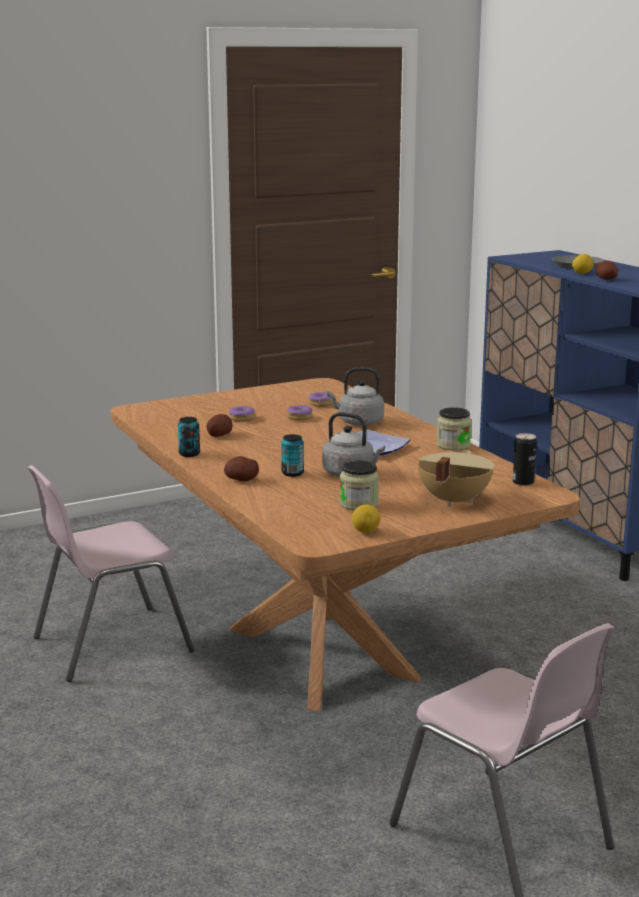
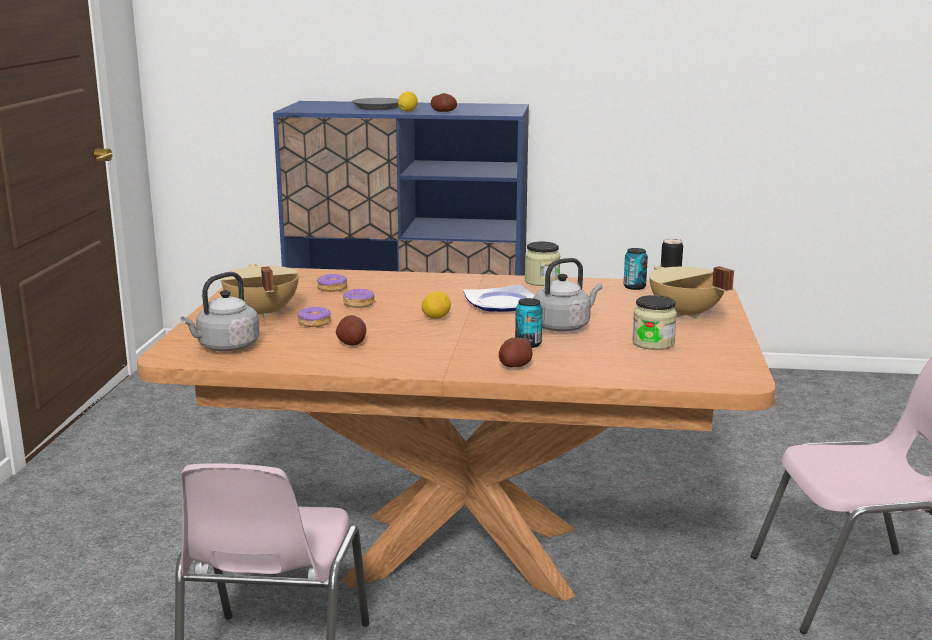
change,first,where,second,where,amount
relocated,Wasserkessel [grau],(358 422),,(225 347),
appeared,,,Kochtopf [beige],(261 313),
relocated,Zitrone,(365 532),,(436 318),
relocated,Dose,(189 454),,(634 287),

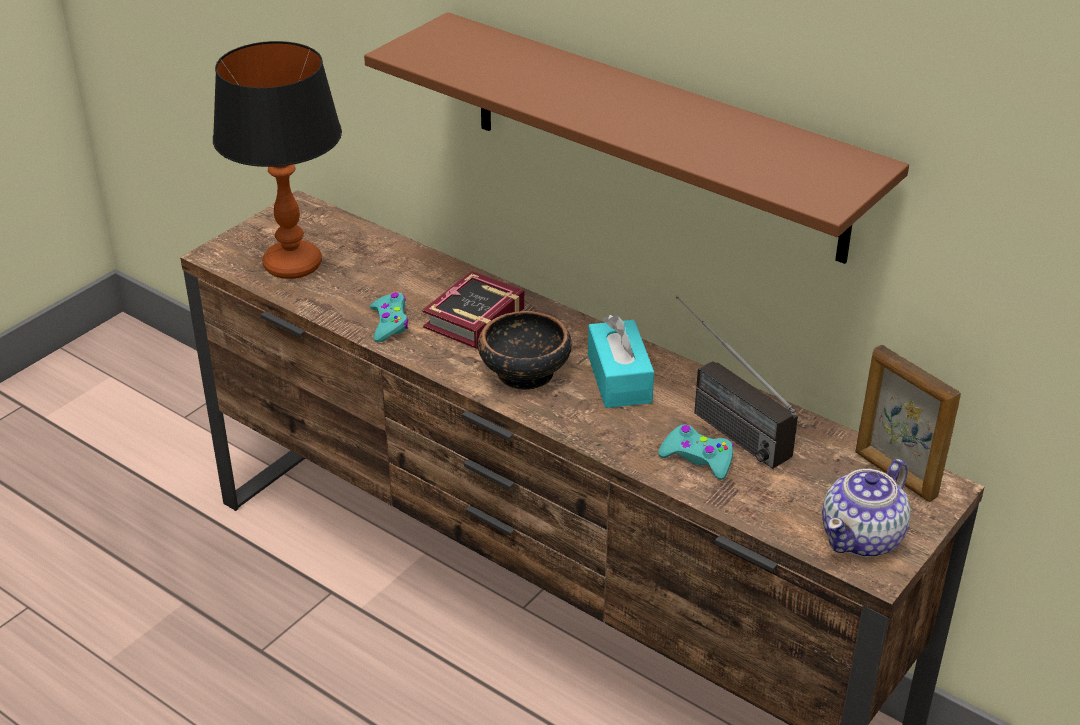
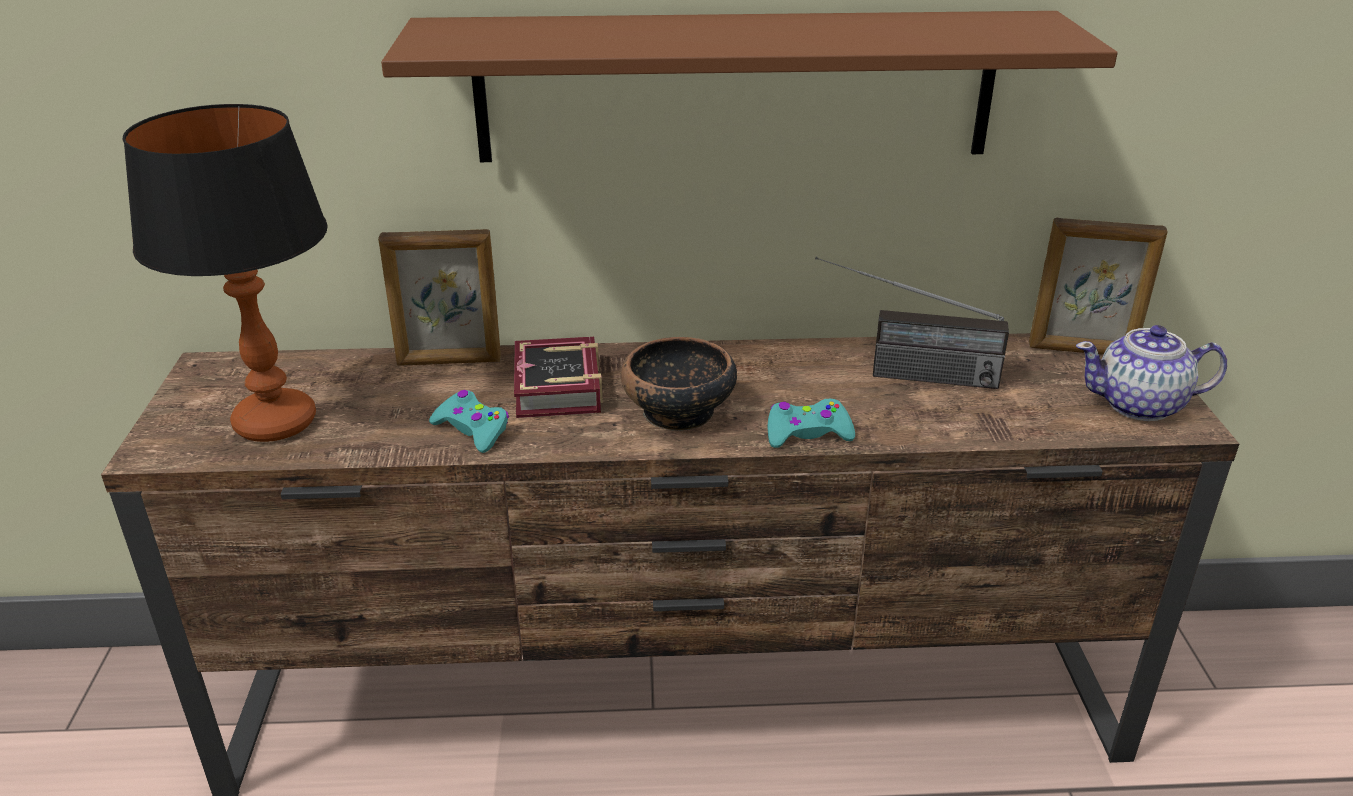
change,first,where,second,where,amount
appeared,,,Bilderrahmen,(449 361),
relocated,Gamepad [türkis],(697 458),,(807 433),
spun,Teekanne,(863 537),,(1140 405),90 degrees clockwise
missing,Taschentuchbox [türkis],(619 378),,,

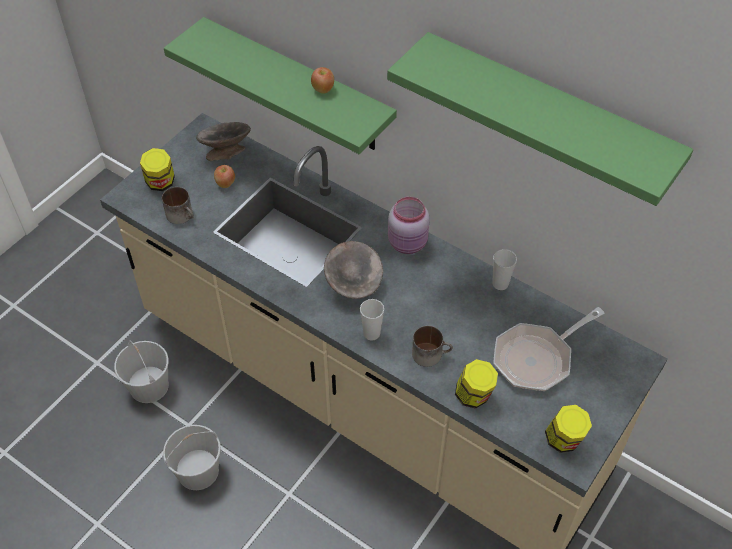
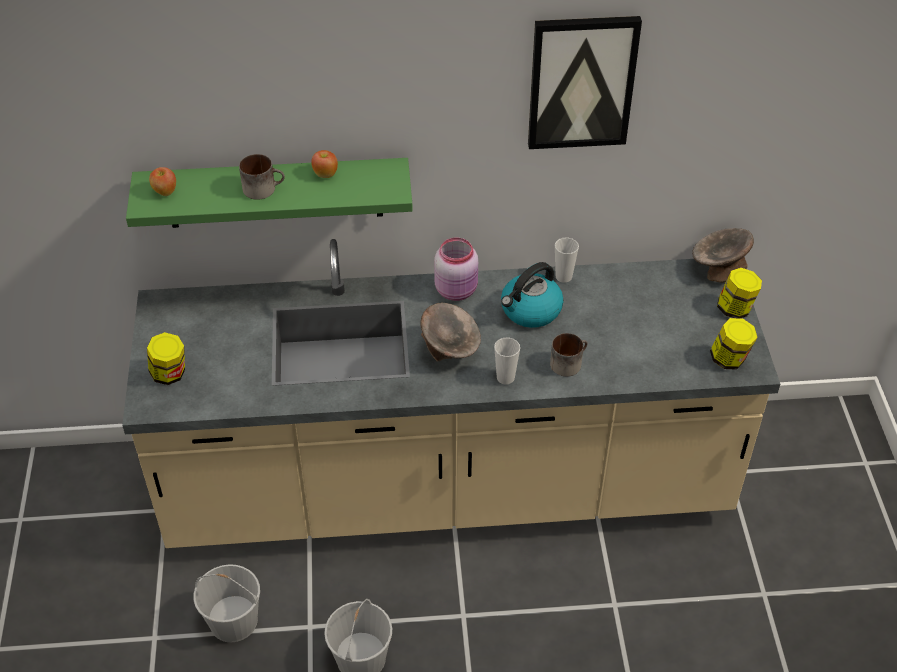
change,first,where,second,where,amount
relocated,Apfel,(225 183),,(165 192),
relocated,Henkelbecher,(182 215),,(263 188),
appeared,,,Wasserkessel,(530 311),
exchanged,Wandregal [grün],(547 117),Bild,(581 82),
relocated,Schüssel [grau],(226 152),,(718 269),
relocated,Vorratsglas,(474 396),,(735 309),
missing,Pfanne,(537 358),,,

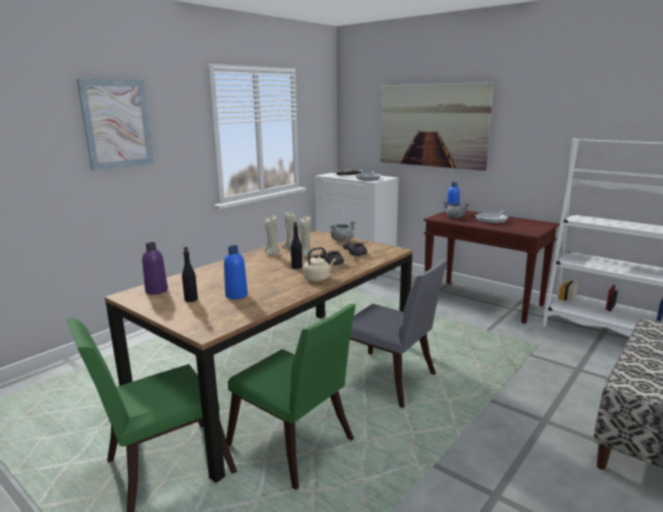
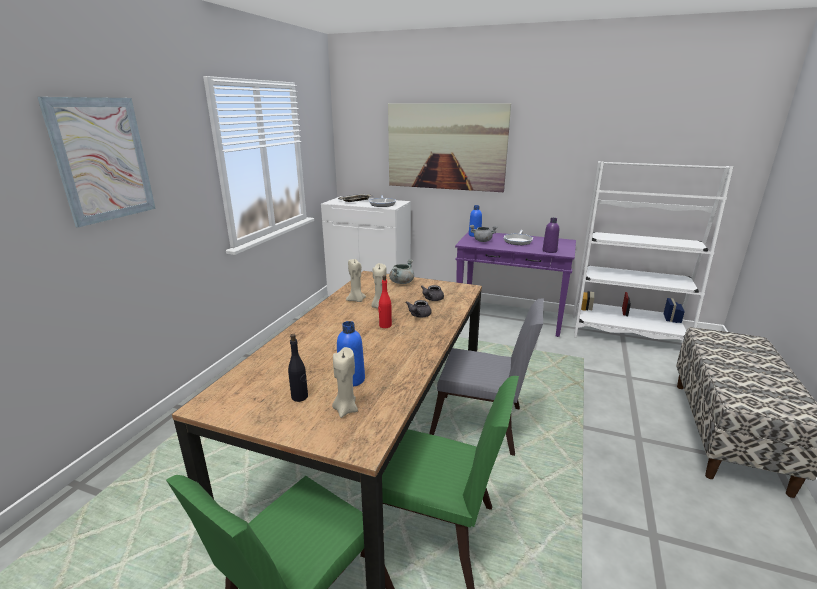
change,first,where,second,where,amount
relocated,Kerze [beige],(272 254),,(346 409),
colour,Flasche [schwarz],(296 267),Flasche [rot],(385 325),
colour,Konsolentisch [braun],(483 301),Konsolentisch [lila],(510 318),
relocated,Flasche [lila],(156 291),,(549 251),
missing,Wasserkessel [beige],(318 278),,,

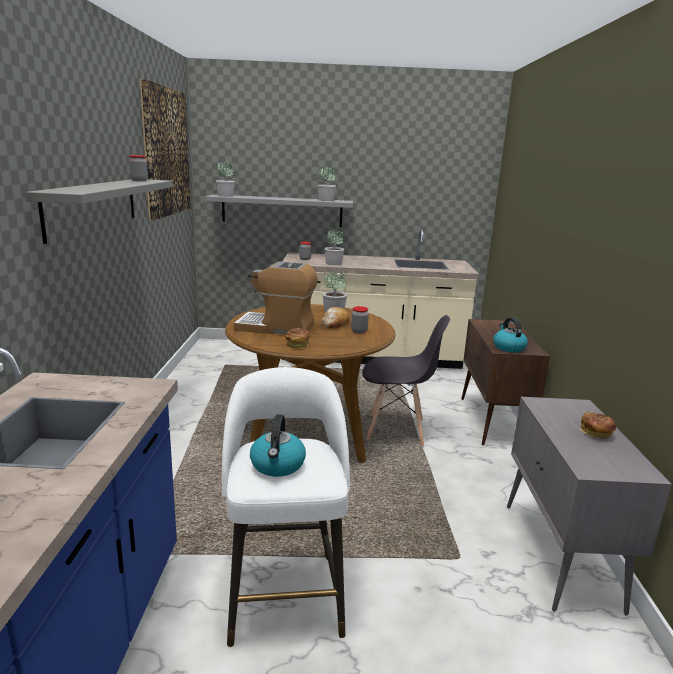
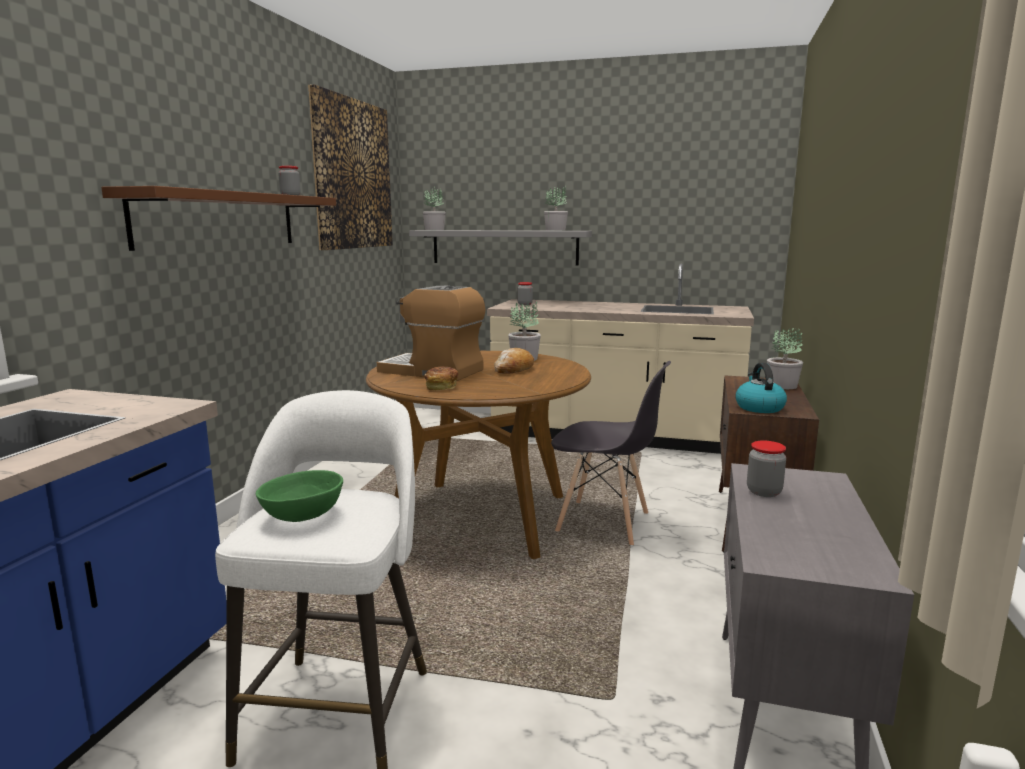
change,first,where,second,where,amount
colour,Wandregal [grau],(93 206),Wandregal [braun],(220 220),
exchanged,Wasserkessel,(278 465),Schüssel [grün],(304 515),
relocated,Vorratsglas,(359 331),,(764 492),
relocated,Topfpflanze,(334 263),,(783 386),
missing,Brot,(596 433),,,

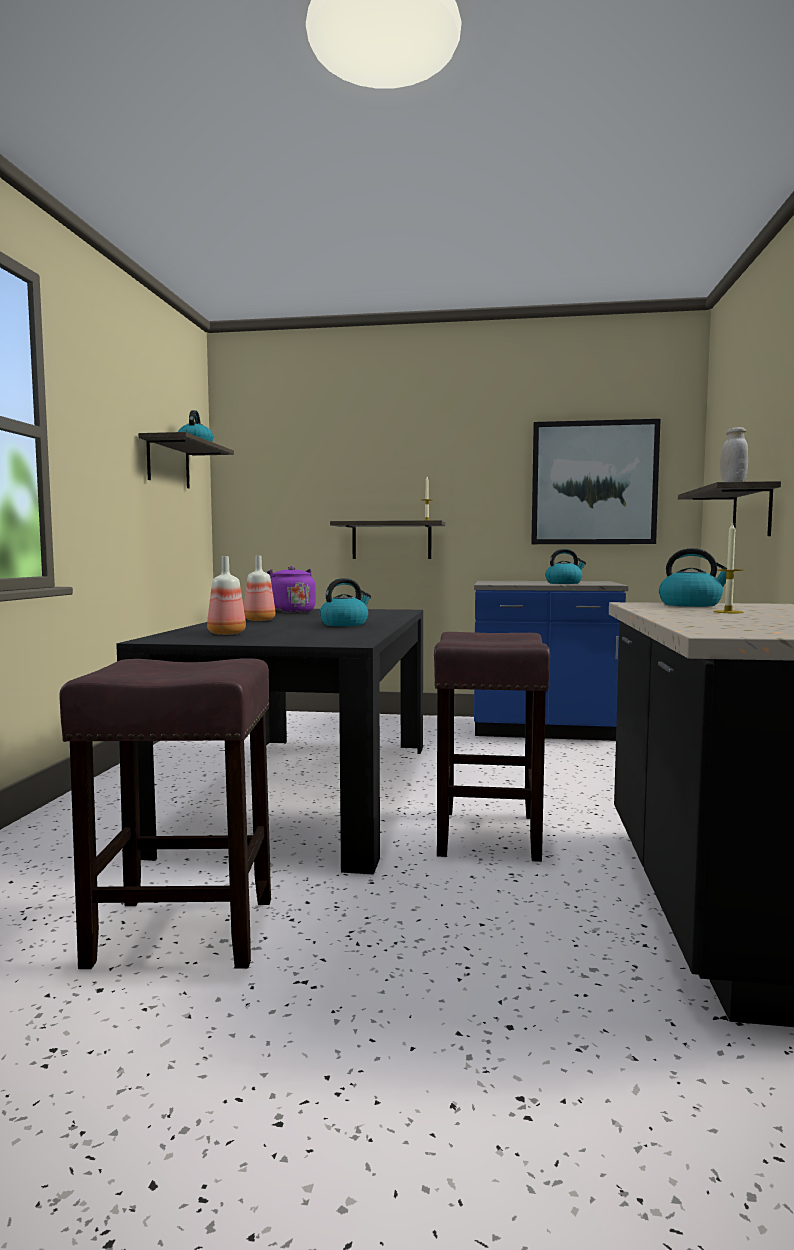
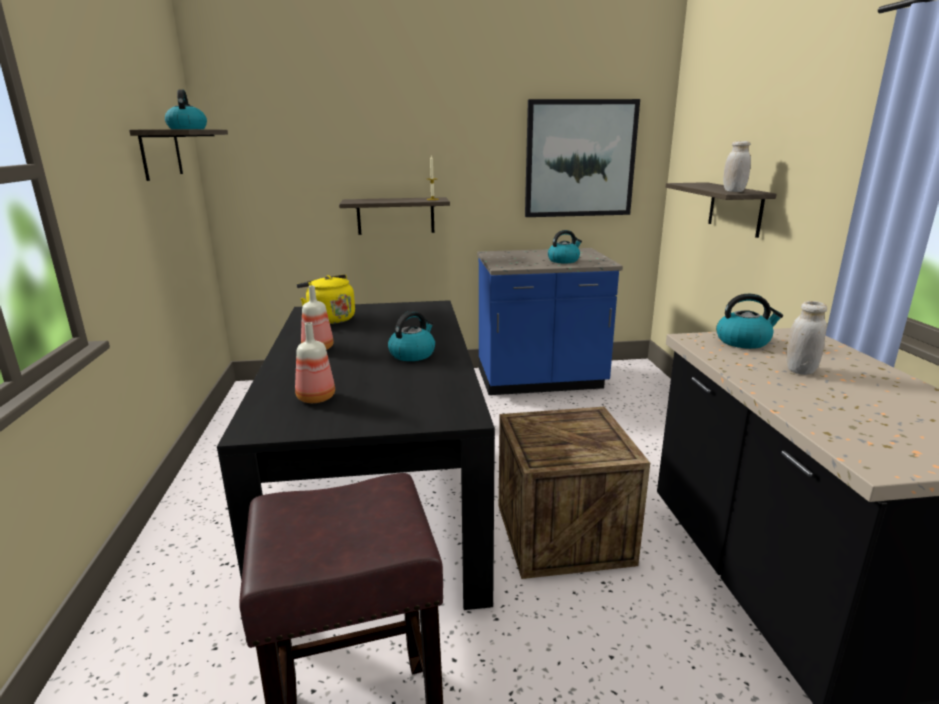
change,first,where,second,where,amount
colour,Wasserkessel [lila],(289 612),Wasserkessel [gelb],(329 319),
exchanged,Hocker [braun],(489 836),Kiste,(563 533),
exchanged,Kerze,(728 612),Vorratsglas [weiß],(800 370),

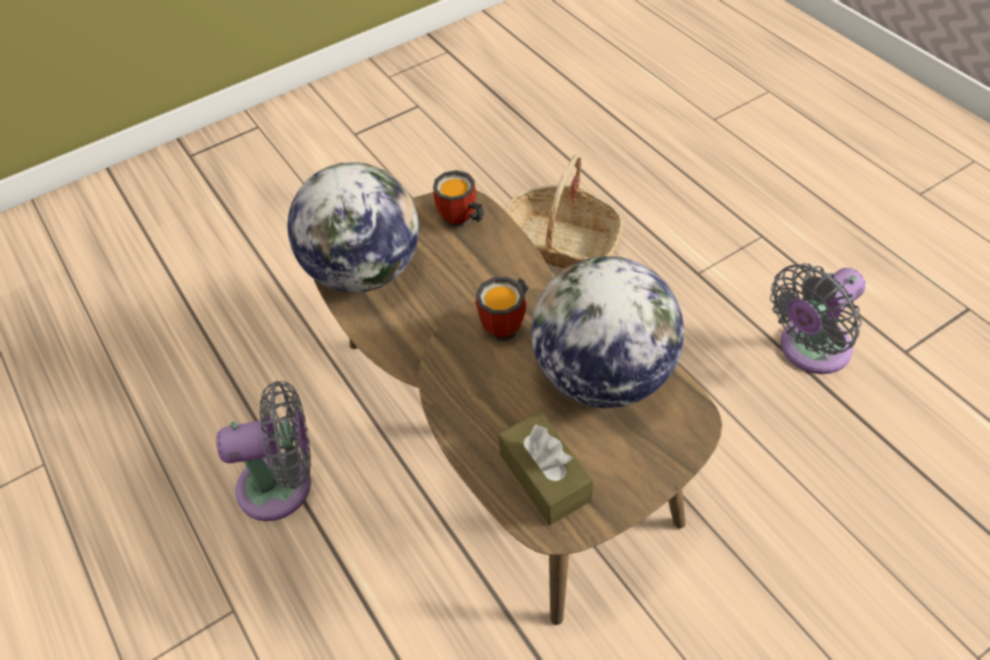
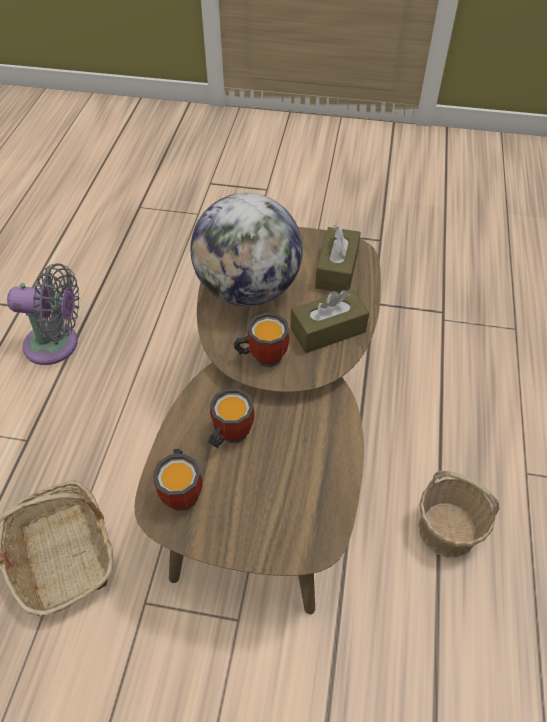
change,first,where,second,where,amount
appeared,,,Henkelbecher,(228 434),
appeared,,,Taschentuchbox [braun],(328 330),
exchanged,Ventilator [grau],(283 485),Korb,(447 530),
missing,Globus,(364 271),,,

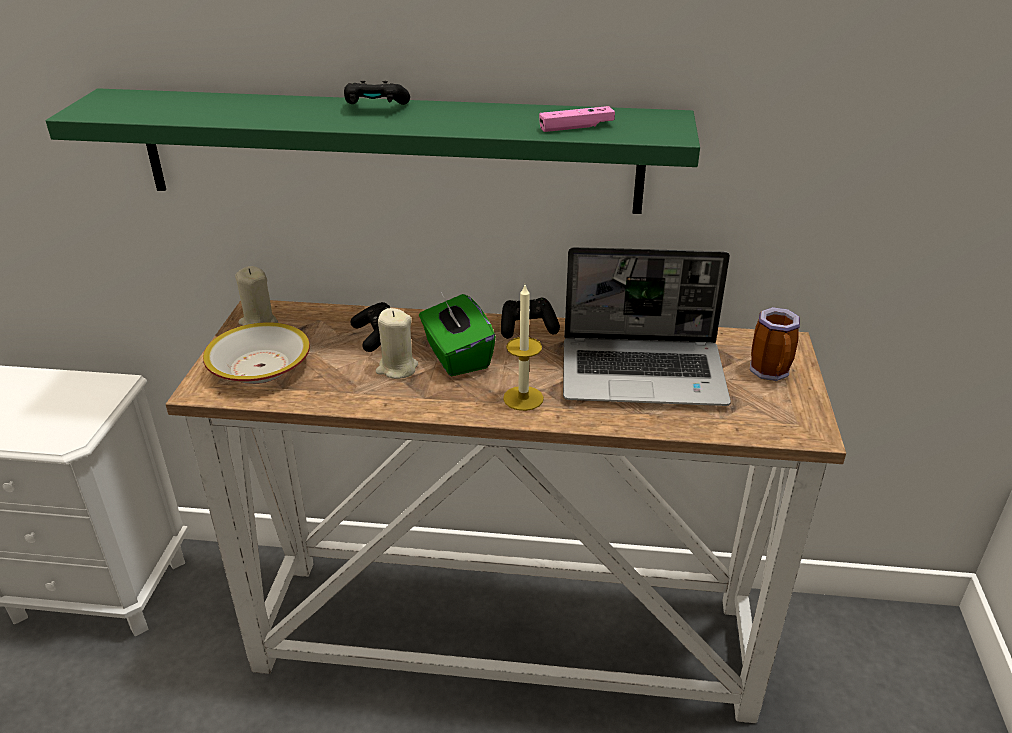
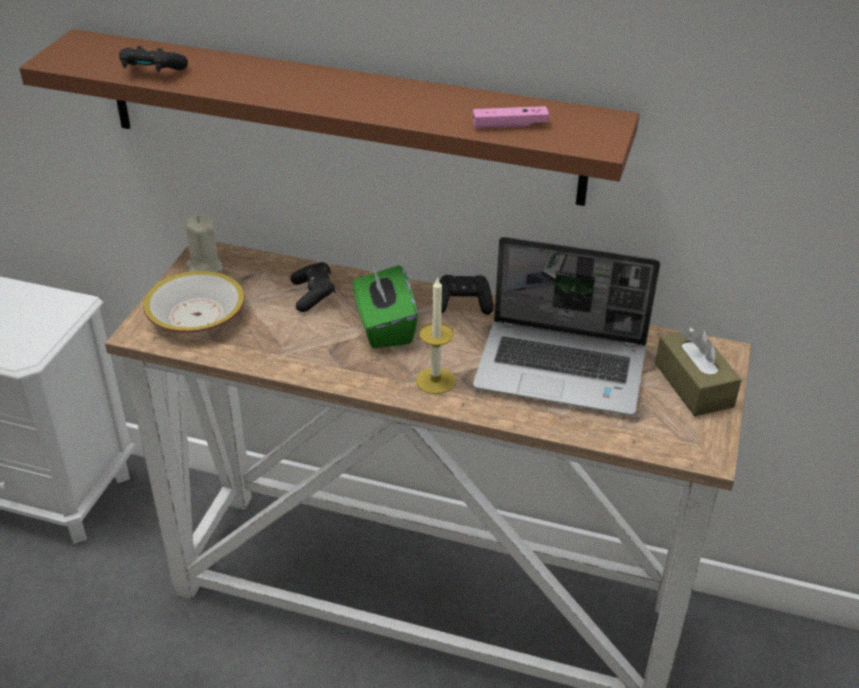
change,first,where,second,where,amount
colour,Wandregal [grün],(389 151),Wandregal [braun],(340 117),
relocated,Gamepad [schwarz],(375 108),,(152 72),
exchanged,Henkelbecher,(772 373),Taschentuchbox [braun],(693 385),
missing,Kerze [beige],(397 368),,,

